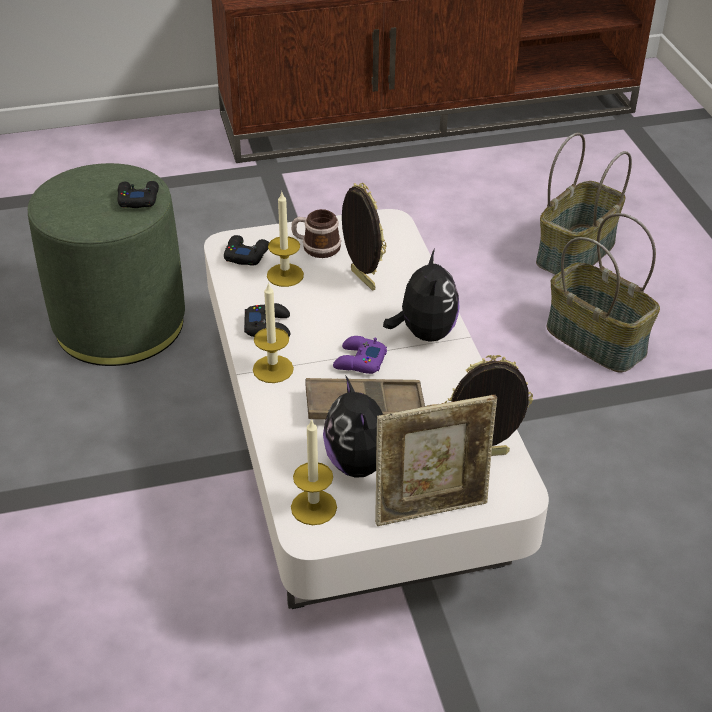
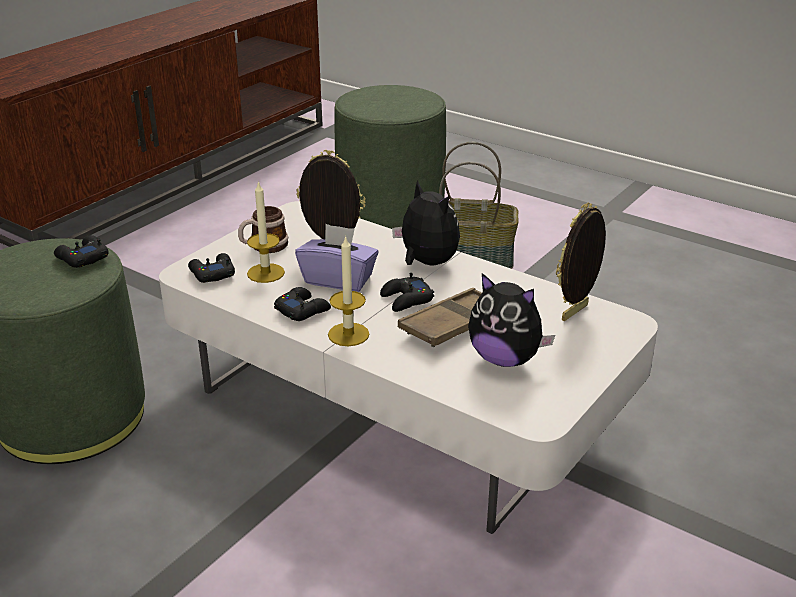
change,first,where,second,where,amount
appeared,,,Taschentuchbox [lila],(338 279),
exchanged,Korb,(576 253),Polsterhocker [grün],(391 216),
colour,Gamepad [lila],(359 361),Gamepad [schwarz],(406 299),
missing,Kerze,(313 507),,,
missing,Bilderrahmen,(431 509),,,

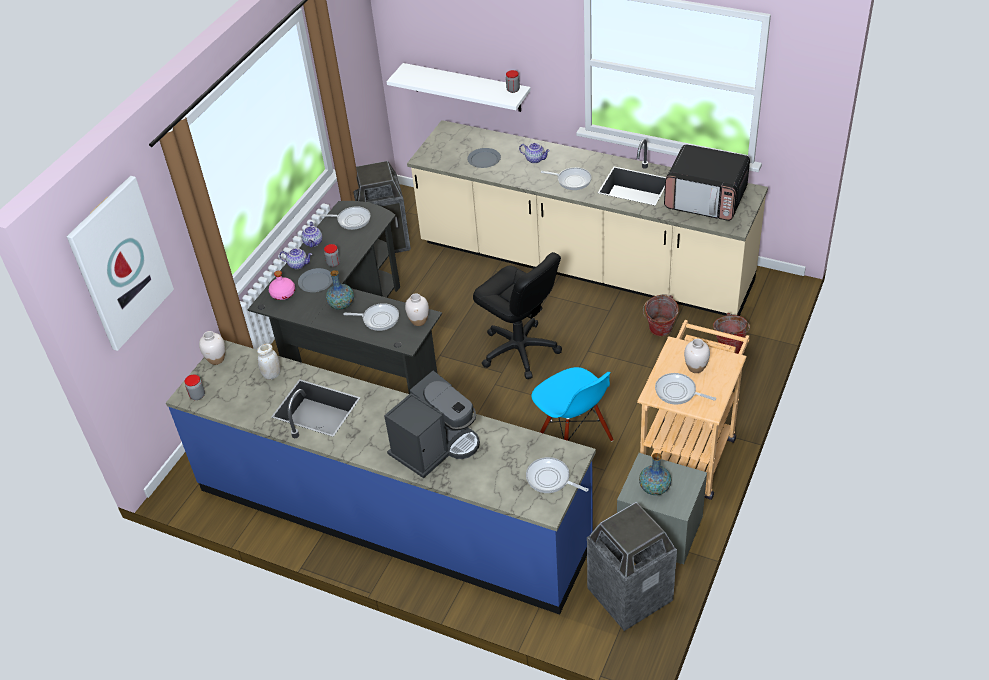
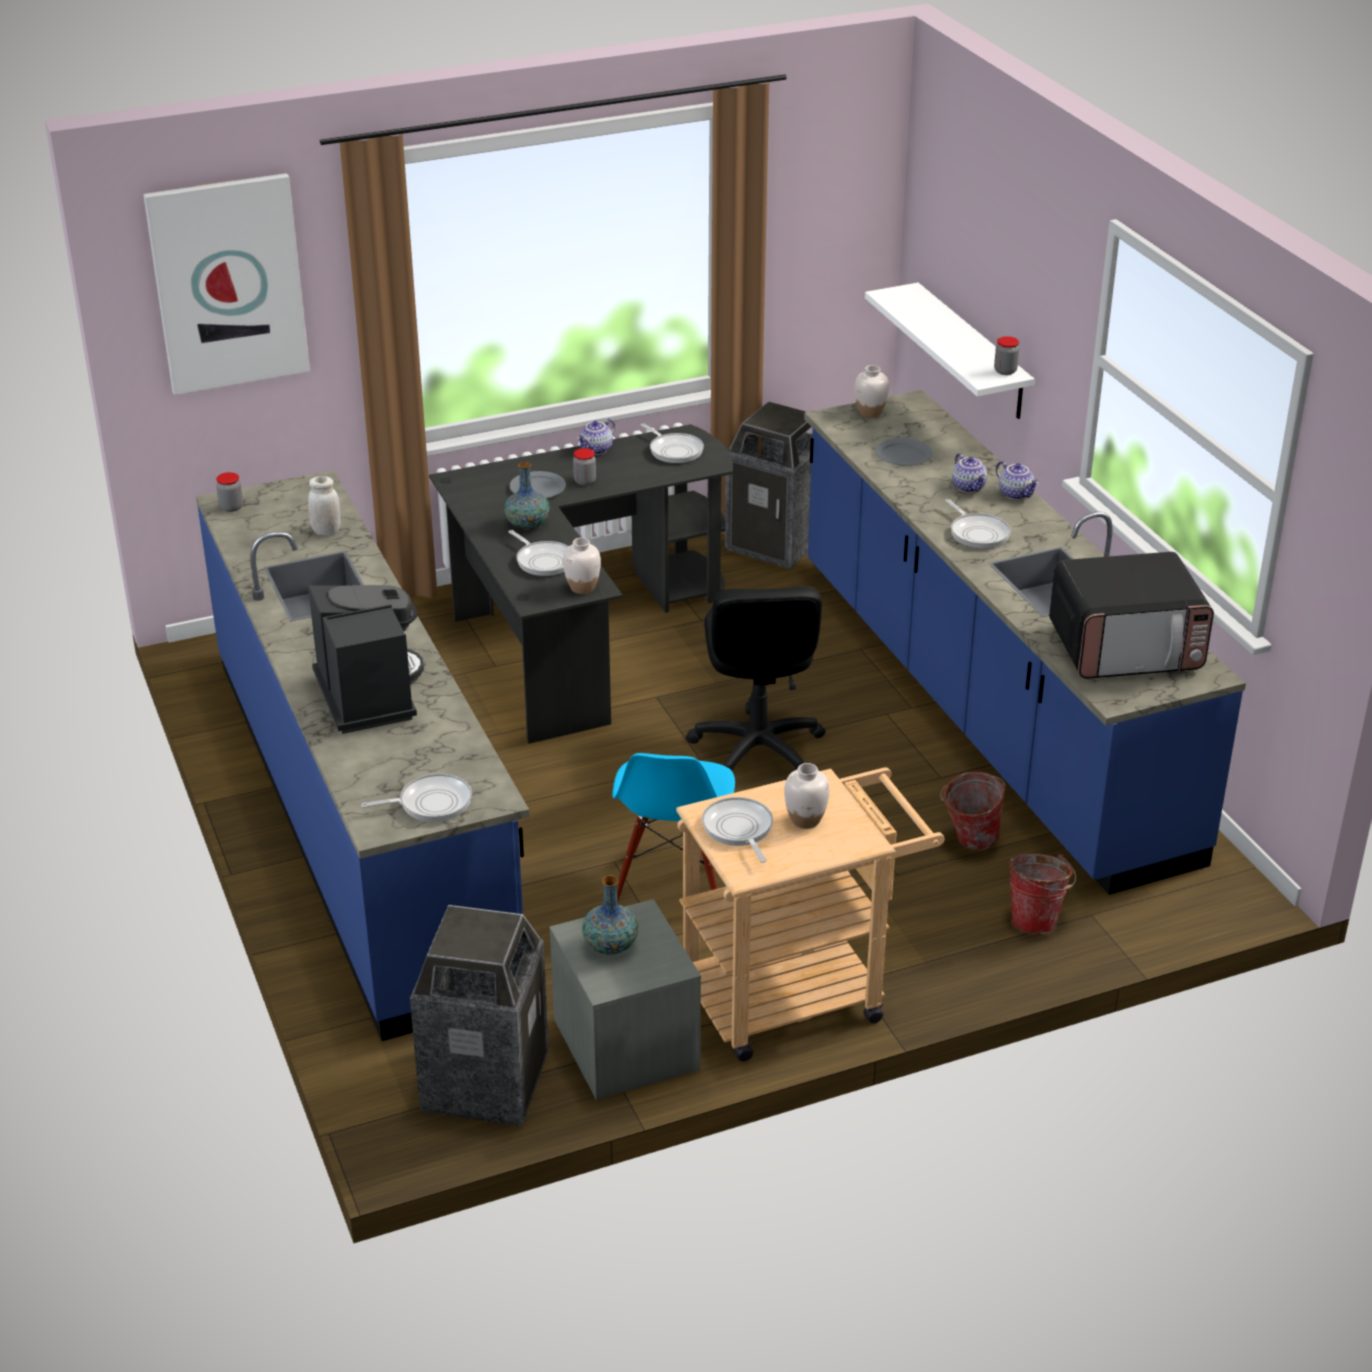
change,first,where,second,where,amount
spun,Kaffeemaschine,(435 447),,(369 695),105 degrees counterclockwise
spun,Pfanne,(550 479),,(431 803),90 degrees clockwise
colour,Küchenzeile [beige],(583 265),Küchenzeile [blau],(986 708),
relocated,Vase [weiß],(216 359),,(870 413),
relocated,Teekanne,(298 264),,(1016 494),
spun,Mikrowelle,(706 199),,(1126 648),75 degrees counterclockwise
missing,Flasche [rosa],(283 293),,,

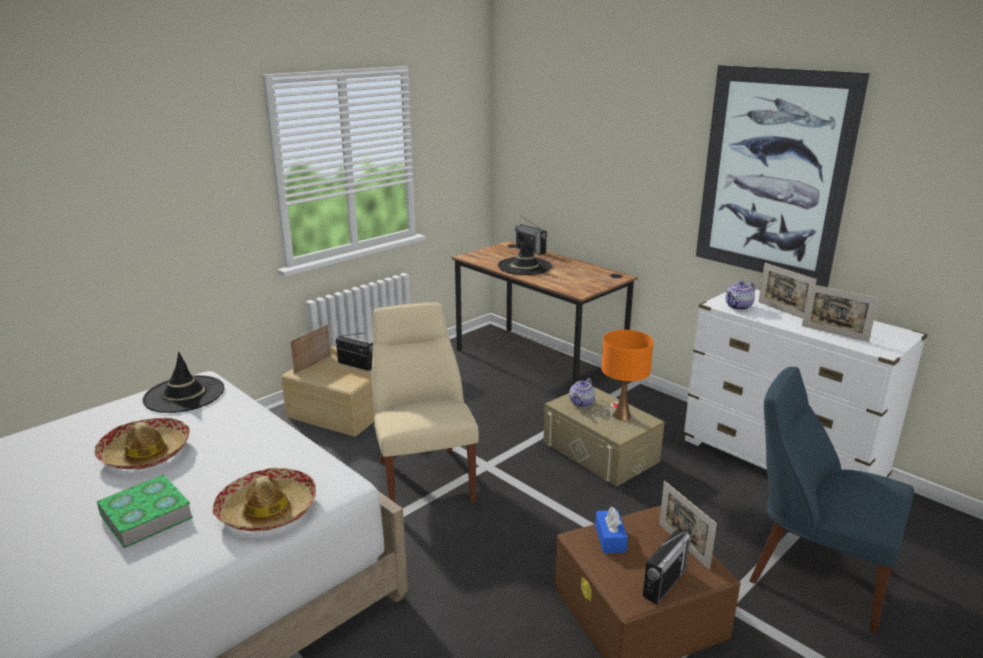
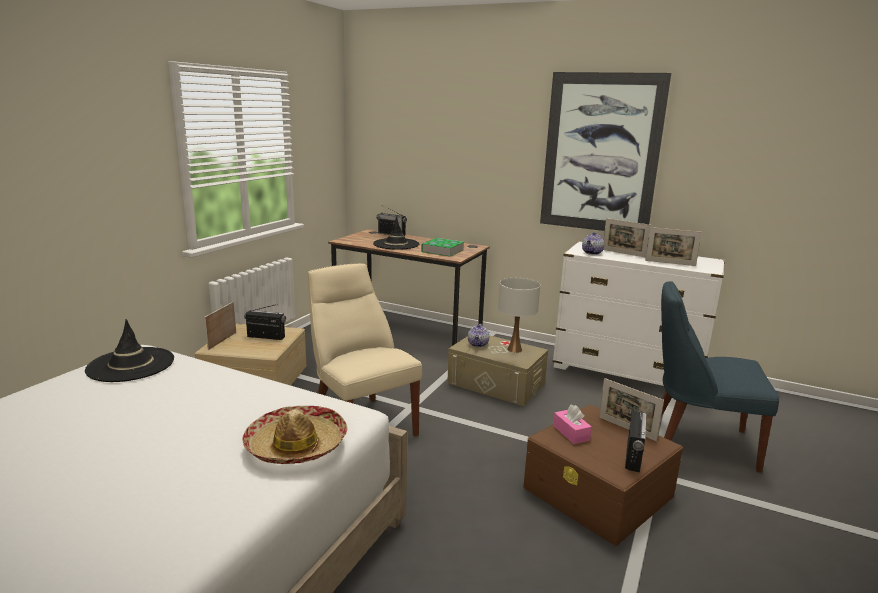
change,first,where,second,where,amount
relocated,Buch,(146 516),,(442 251),
colour,Tischlampe [orange],(622 416),Tischlampe [weiß],(515 349),
colour,Taschentuchbox [blau],(610 538),Taschentuchbox [rosa],(571 433),
missing,Hut,(146 453),,,

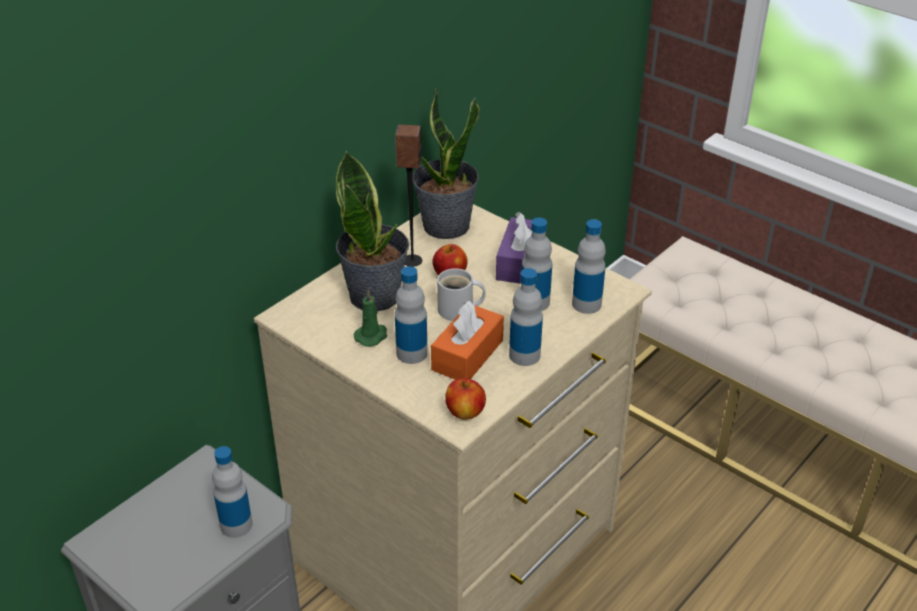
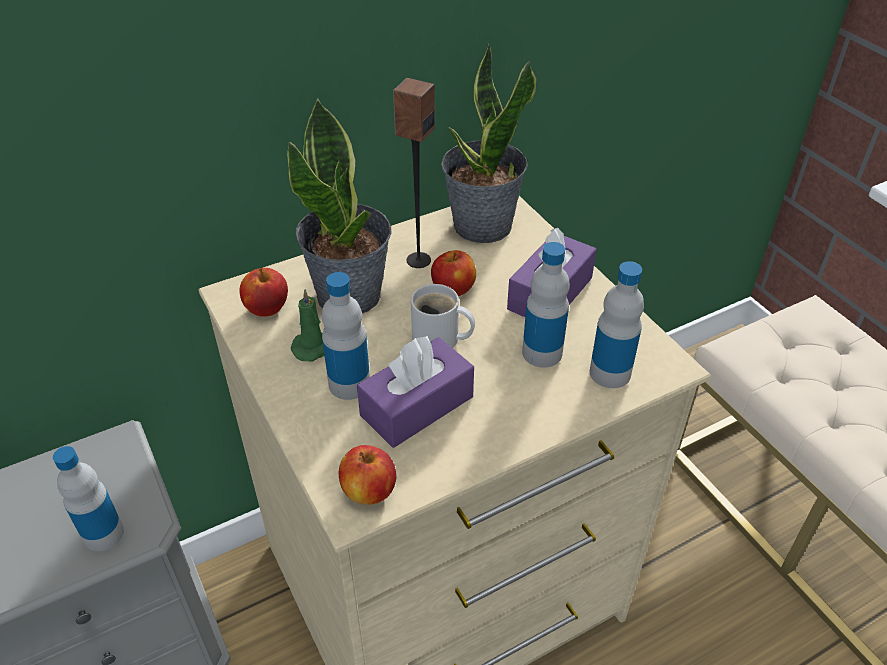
change,first,where,second,where,amount
appeared,,,Apfel,(266 309),
colour,Taschentuchbox [orange],(467 355),Taschentuchbox [lila],(417 406),
missing,Flasche,(524 355),,,

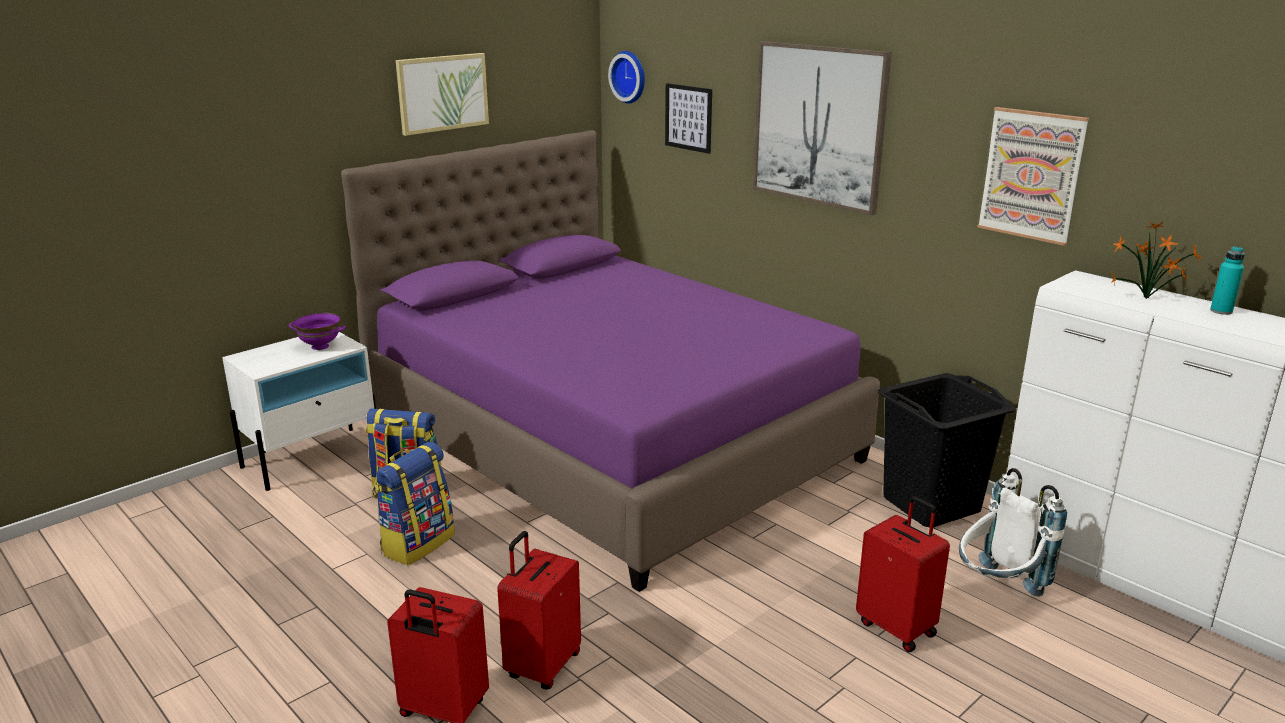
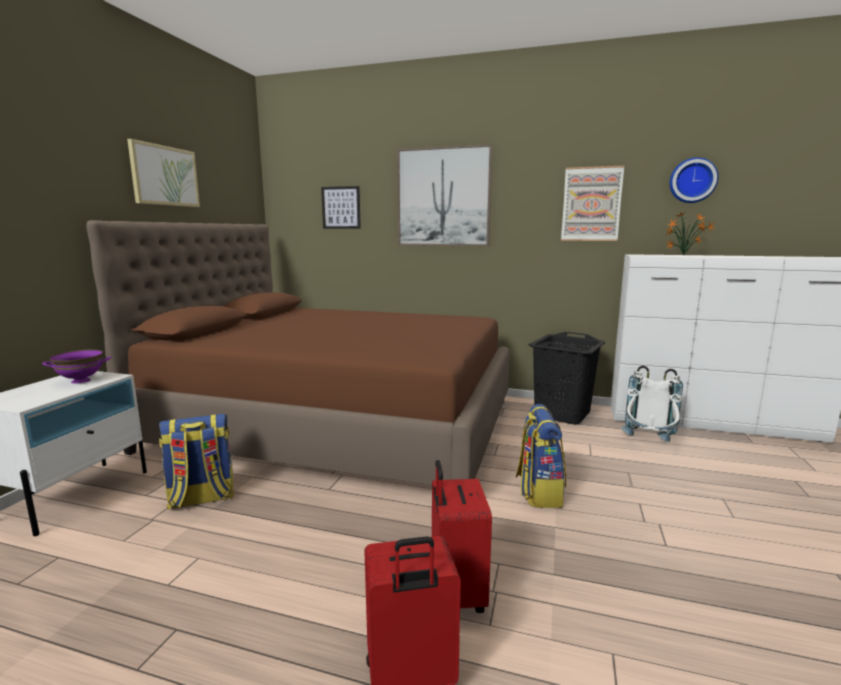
change,first,where,second,where,amount
colour,Bett [lila],(610 439),Bett [braun],(339 424),
relocated,Rucksack,(417 543),,(538 492),
relocated,Wanduhr,(630 76),,(692 180),
missing,Koffer [rot],(897 627),,,
missing,Flasche [türkis],(1221 311),,,

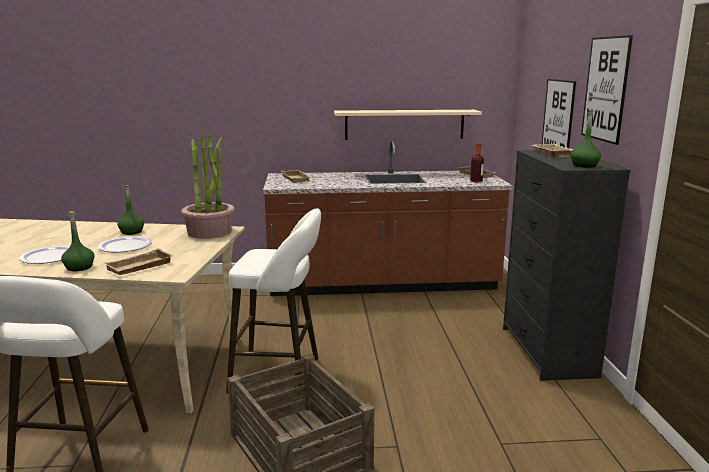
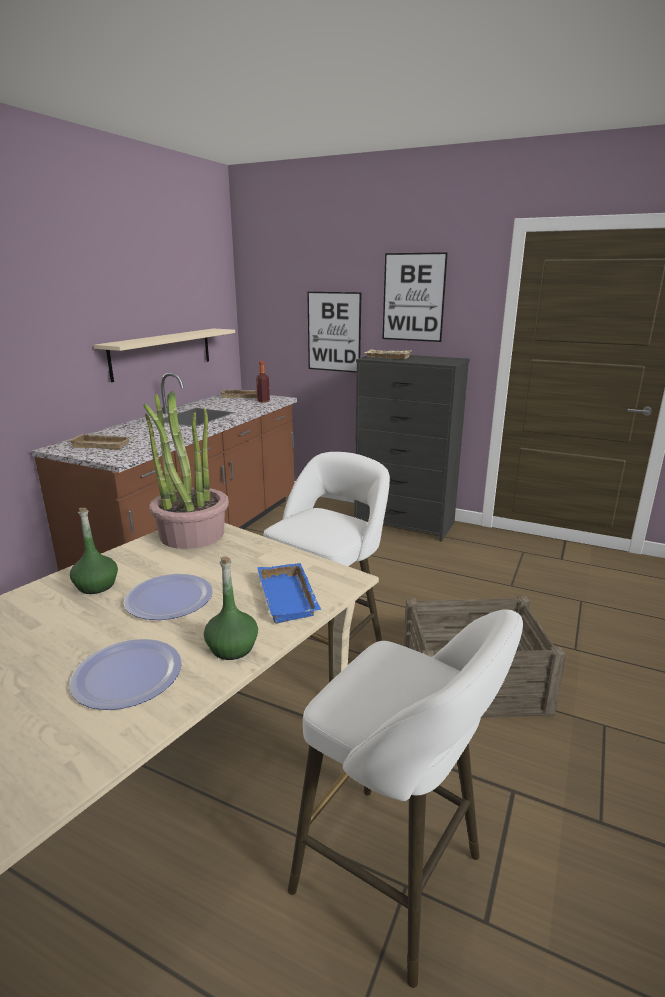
change,first,where,second,where,amount
colour,Tablett [beige],(140 267),Tablett [blau],(290 598),
missing,Flasche [grün],(584 165),,,

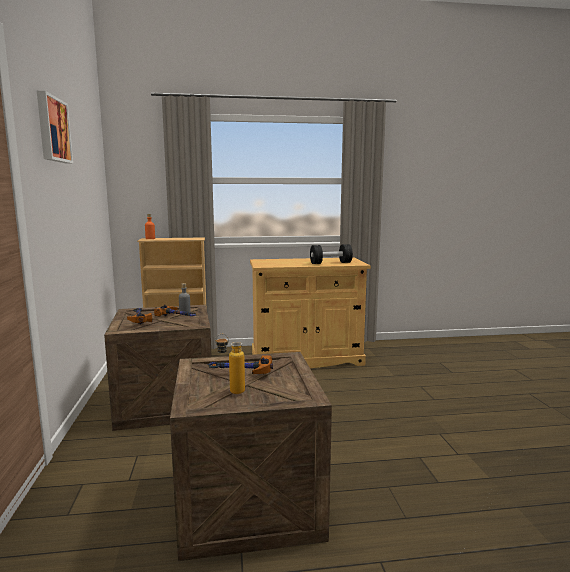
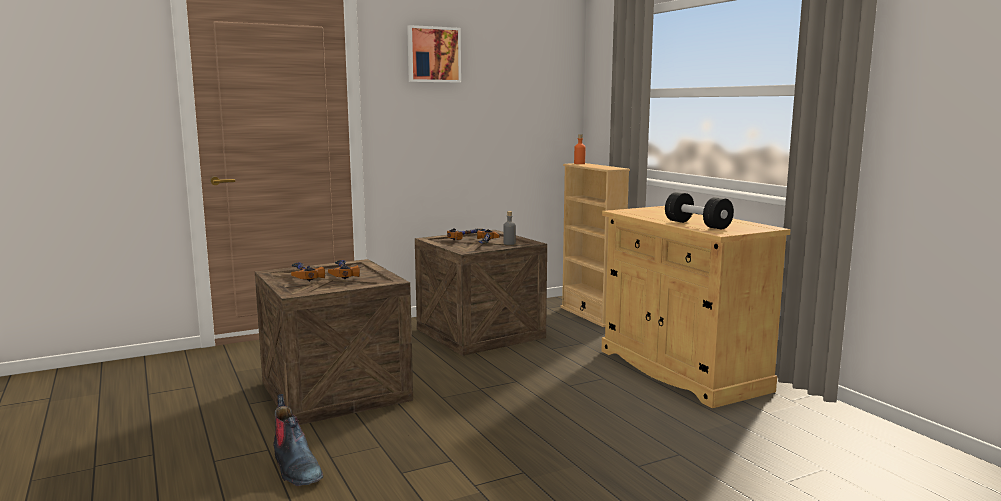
change,first,where,second,where,amount
appeared,,,Stiefel,(295 468),
exchanged,Flasche,(231 392),Hammer,(303 276),

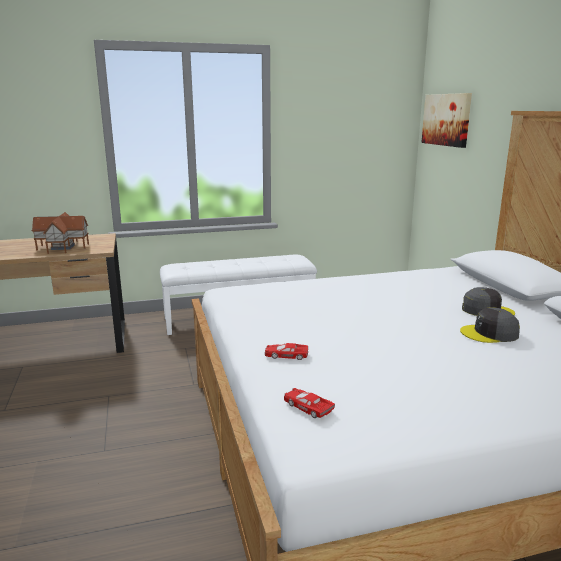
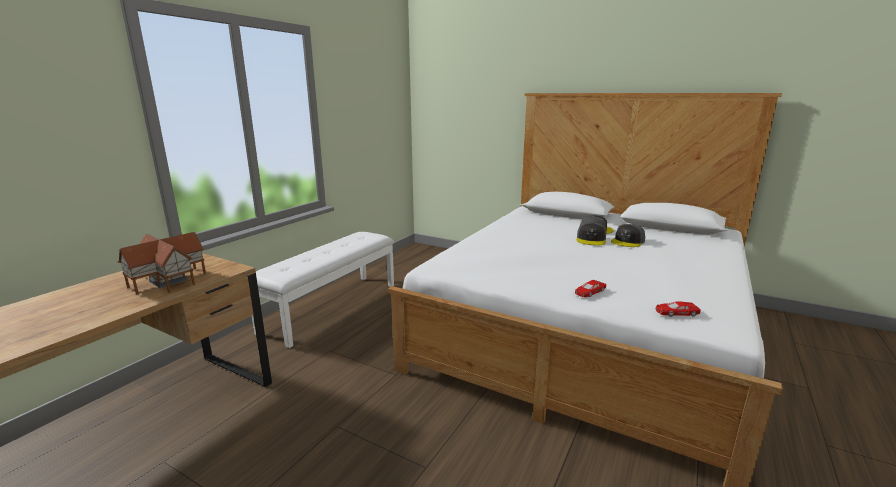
change,first,where,second,where,amount
appeared,,,Kappe [grau],(591 239),
missing,Bild,(446 119),,,

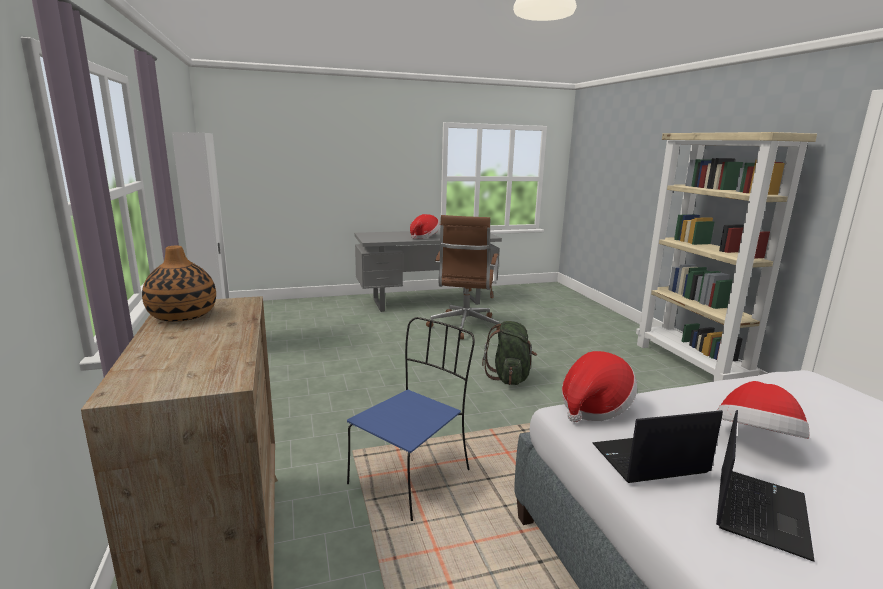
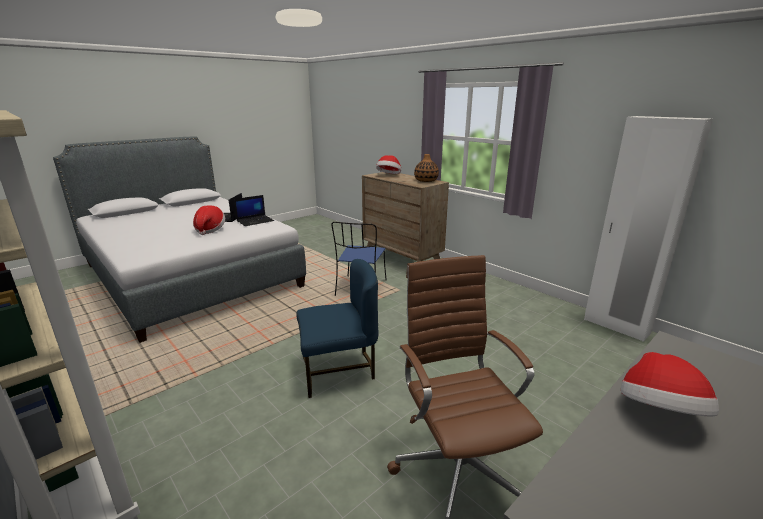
change,first,where,second,where,amount
exchanged,Rucksack [grün],(509 377),Stuhl [blau],(338 370),
relocated,Hut,(594 407),,(389 175),

